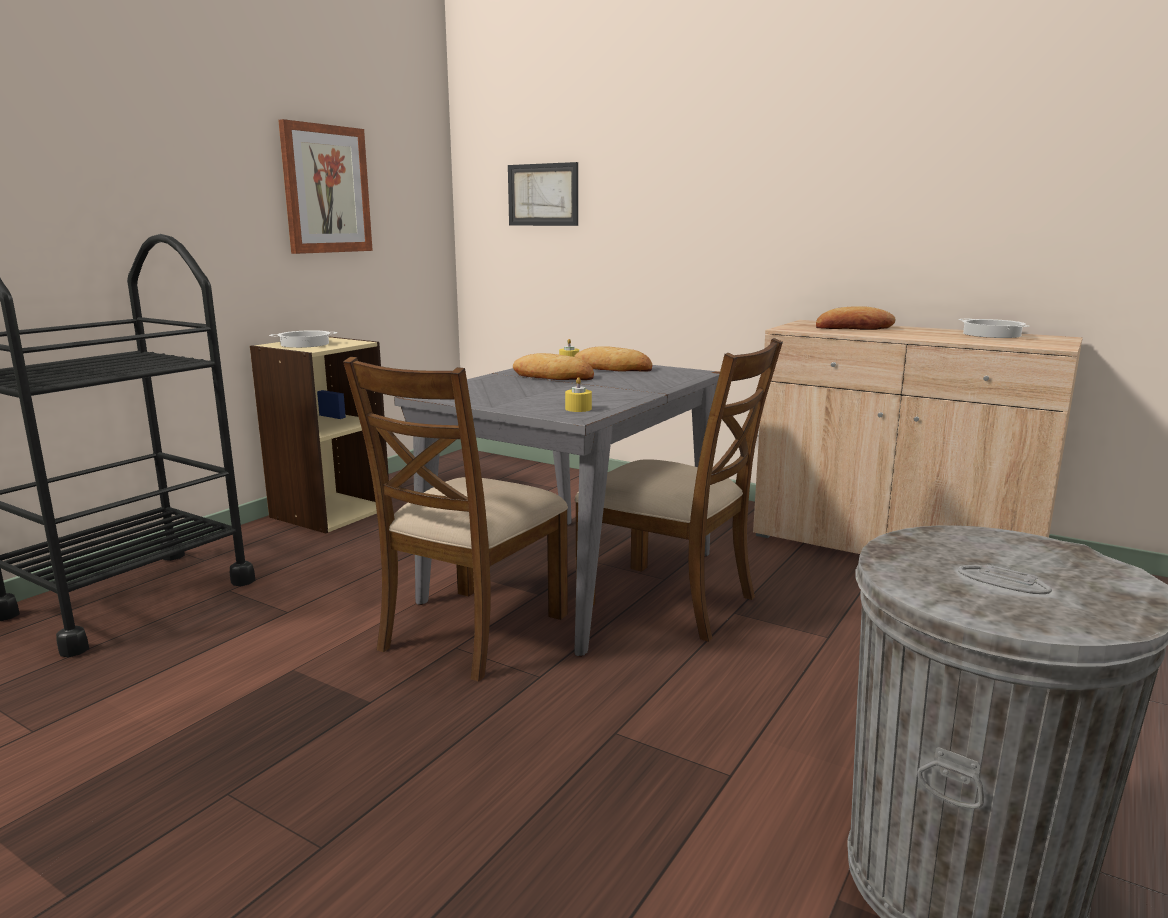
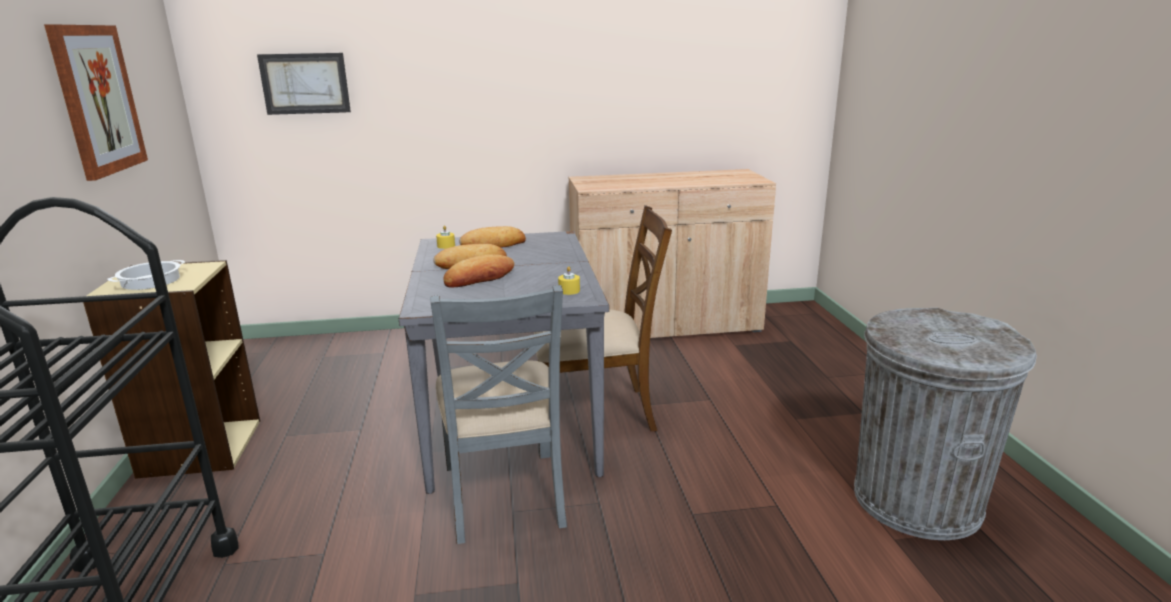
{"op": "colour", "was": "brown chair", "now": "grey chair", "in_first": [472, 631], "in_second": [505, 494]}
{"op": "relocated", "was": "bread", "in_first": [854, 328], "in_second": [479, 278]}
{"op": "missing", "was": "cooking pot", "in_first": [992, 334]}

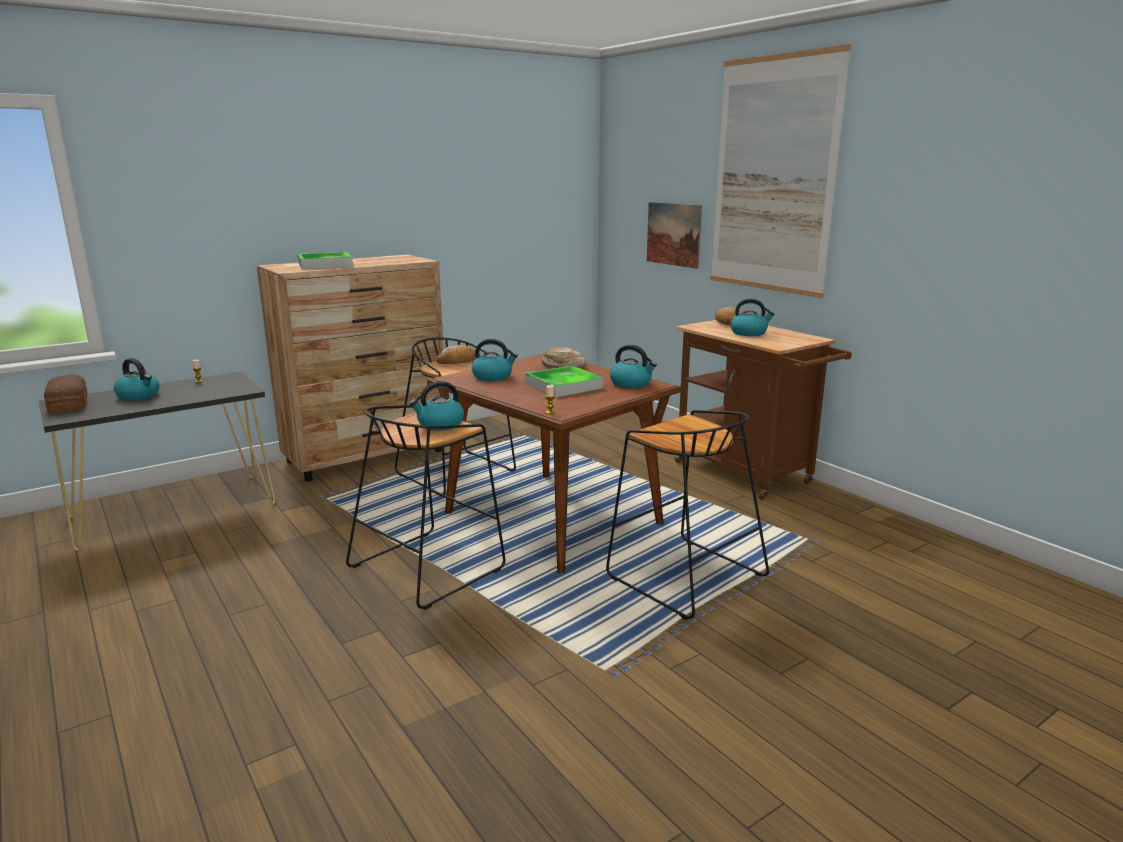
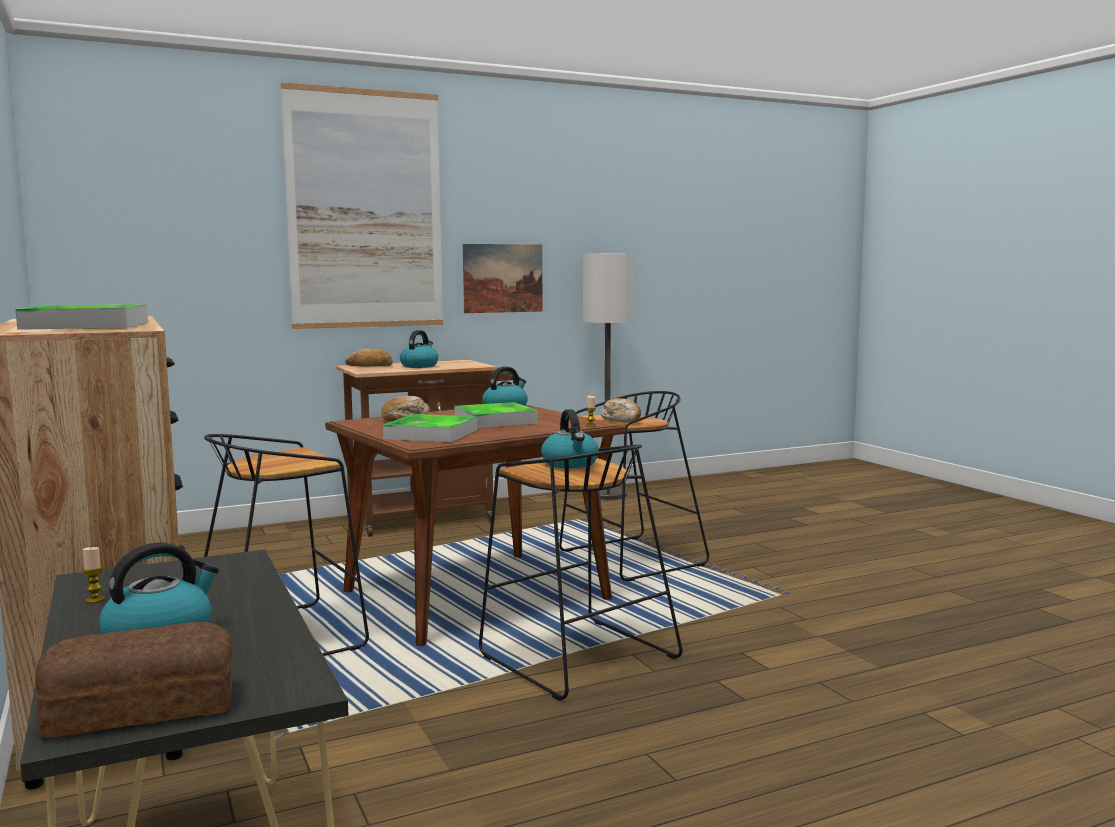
{"op": "relocated", "was": "bread", "in_first": [457, 362], "in_second": [622, 420]}
{"op": "exchanged", "was": "kettle", "now": "tray", "in_first": [493, 377], "in_second": [431, 434]}
{"op": "relocated", "was": "picture", "in_first": [673, 234], "in_second": [503, 278]}
{"op": "appeared", "now": "floor lamp", "in_second": [607, 495]}

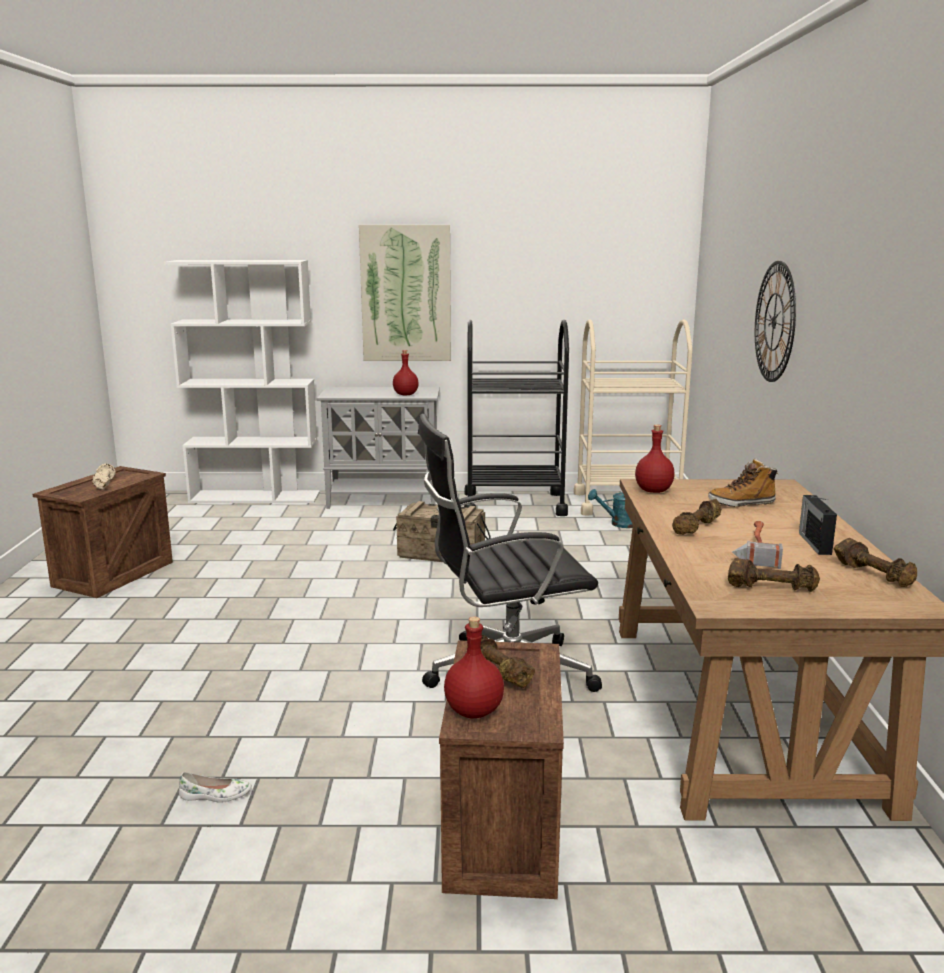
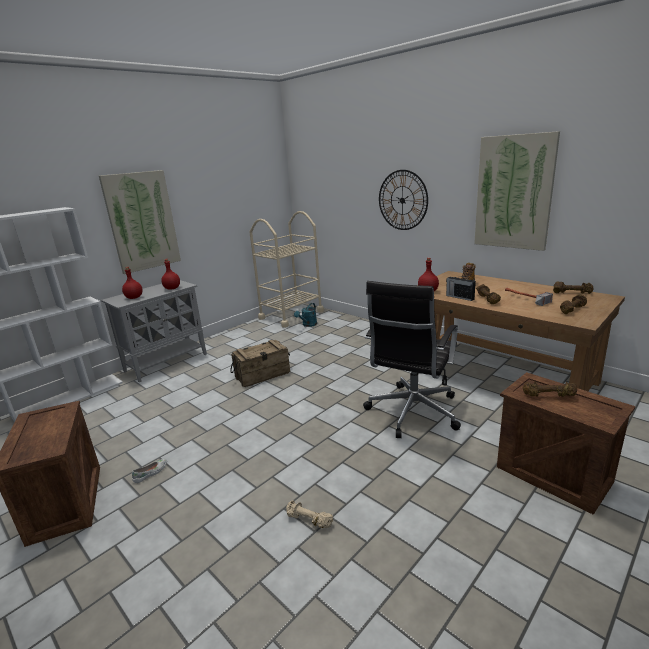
{"op": "relocated", "was": "beige dumbbell", "in_first": [104, 484], "in_second": [308, 520]}
{"op": "relocated", "was": "white shoe", "in_first": [215, 795], "in_second": [151, 473]}
{"op": "relocated", "was": "red bottle", "in_first": [474, 712], "in_second": [134, 298]}
{"op": "missing", "was": "black cart", "in_first": [514, 504]}
{"op": "relocated", "was": "radio", "in_first": [814, 543], "in_second": [459, 297]}
{"op": "appeared", "now": "picture", "in_second": [513, 193]}

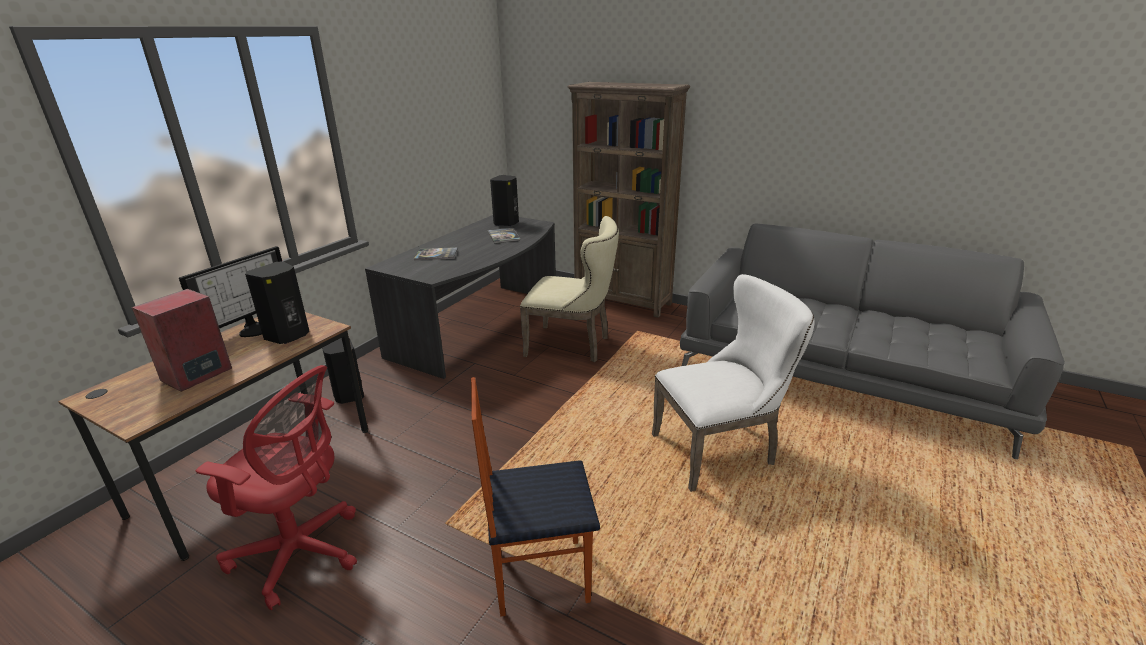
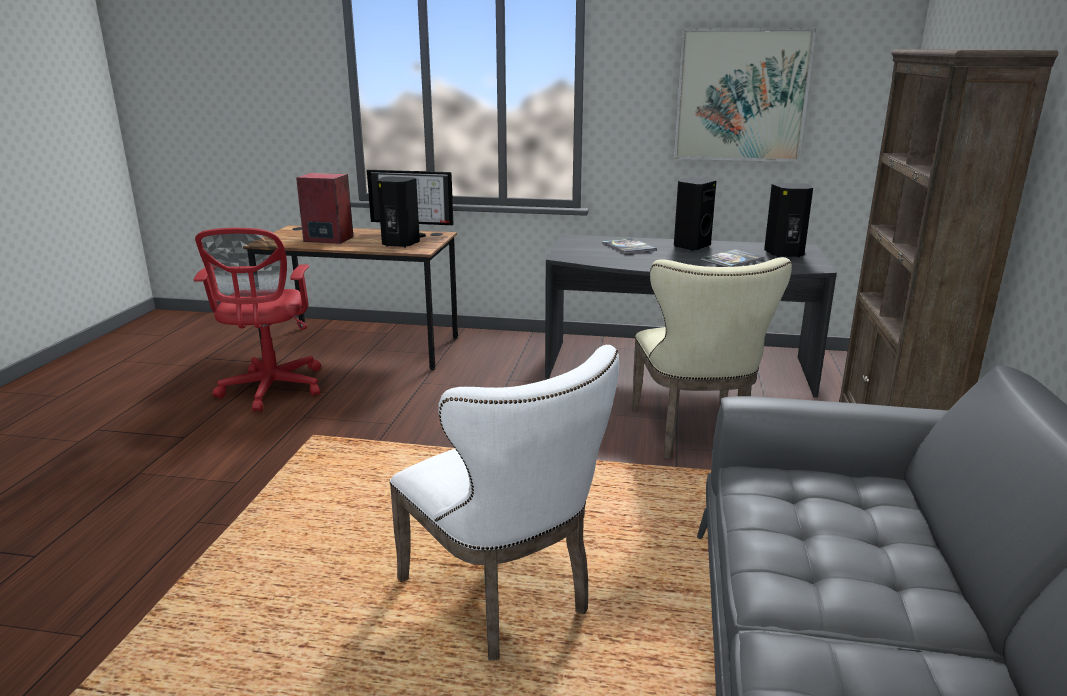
{"op": "relocated", "was": "black speaker", "in_first": [348, 396], "in_second": [690, 246]}
{"op": "missing", "was": "chair", "in_first": [540, 575]}
{"op": "appeared", "now": "picture", "in_second": [741, 95]}

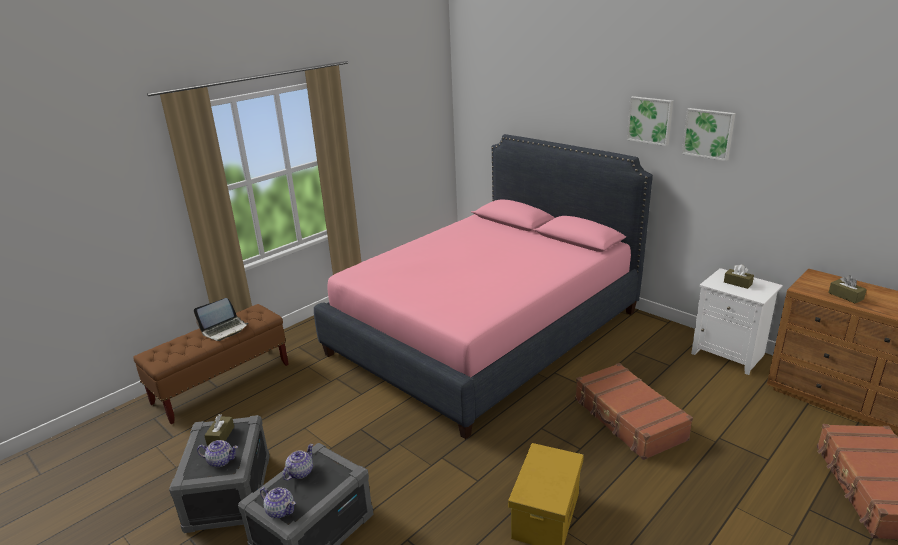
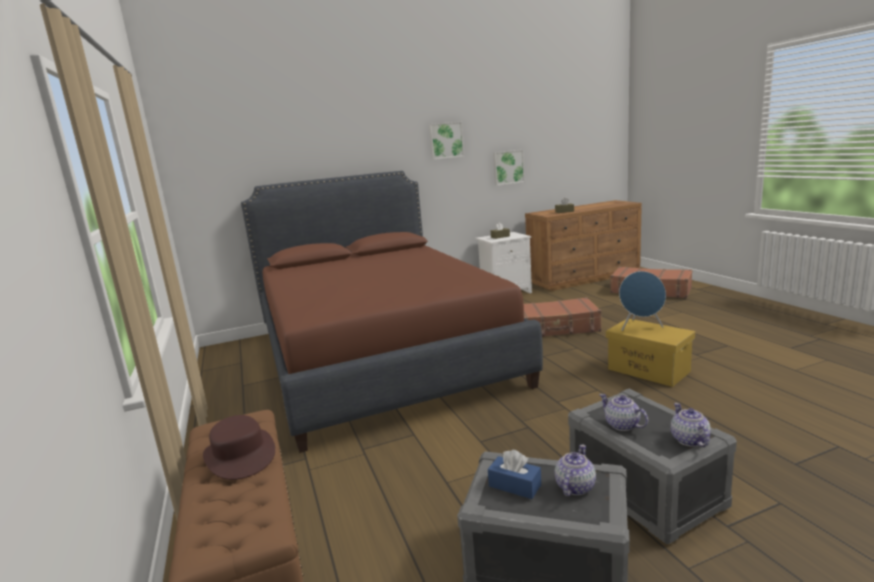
{"op": "exchanged", "was": "laptop", "now": "brown hat", "in_first": [224, 329], "in_second": [240, 455]}
{"op": "colour", "was": "brown tissue box", "now": "blue tissue box", "in_first": [221, 436], "in_second": [514, 485]}
{"op": "spun", "was": "teapot", "in_first": [280, 510], "in_second": [689, 440], "clockwise": -60}
{"op": "colour", "was": "pink bed", "now": "brown bed", "in_first": [486, 332], "in_second": [380, 356]}
{"op": "relocated", "was": "picture", "in_first": [650, 120], "in_second": [508, 167]}
{"op": "appeared", "now": "blue speaker", "in_second": [641, 327]}

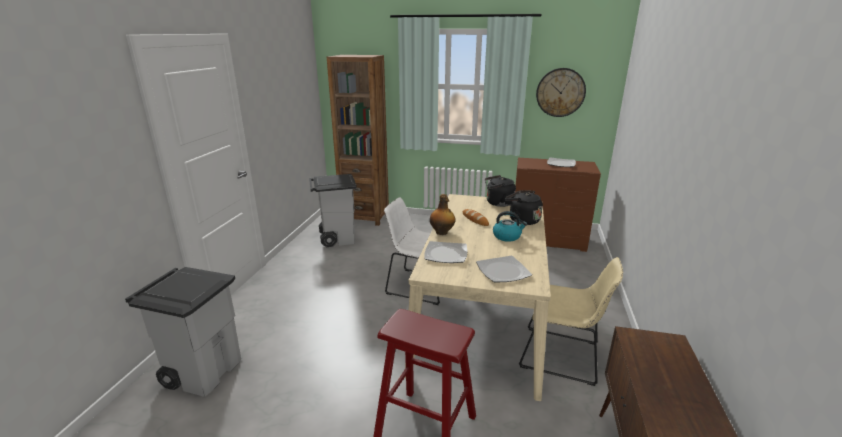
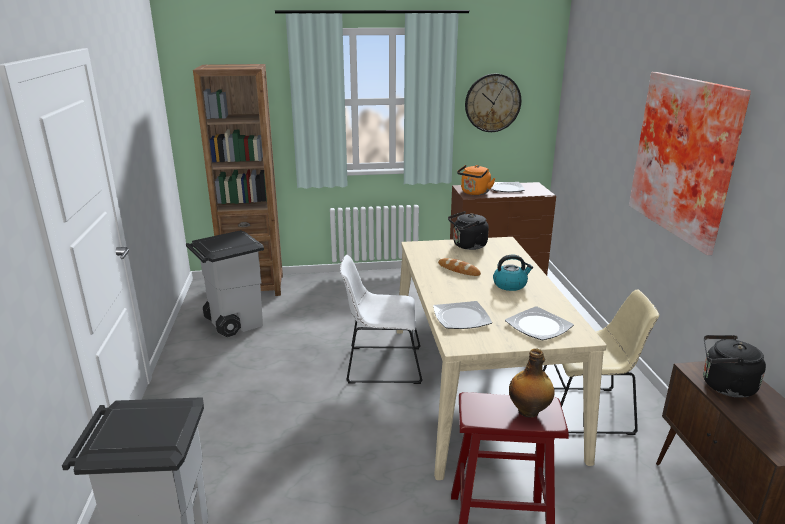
{"op": "relocated", "was": "bottle", "in_first": [442, 232], "in_second": [529, 411]}
{"op": "relocated", "was": "black kettle", "in_first": [522, 220], "in_second": [724, 386]}
{"op": "appeared", "now": "orange kettle", "in_second": [474, 193]}
{"op": "appeared", "now": "picture", "in_second": [687, 157]}

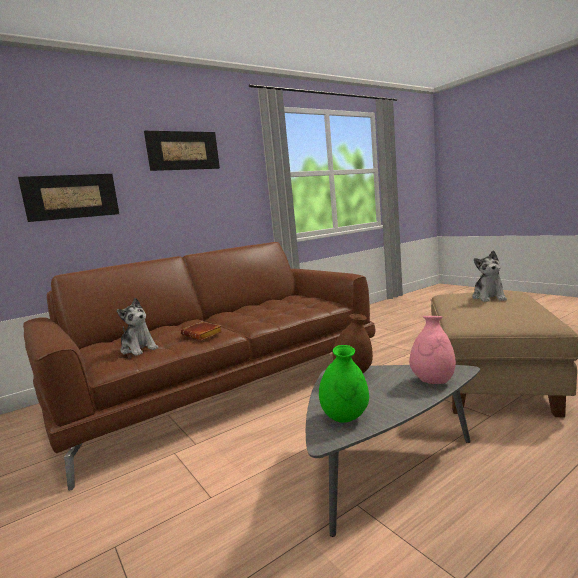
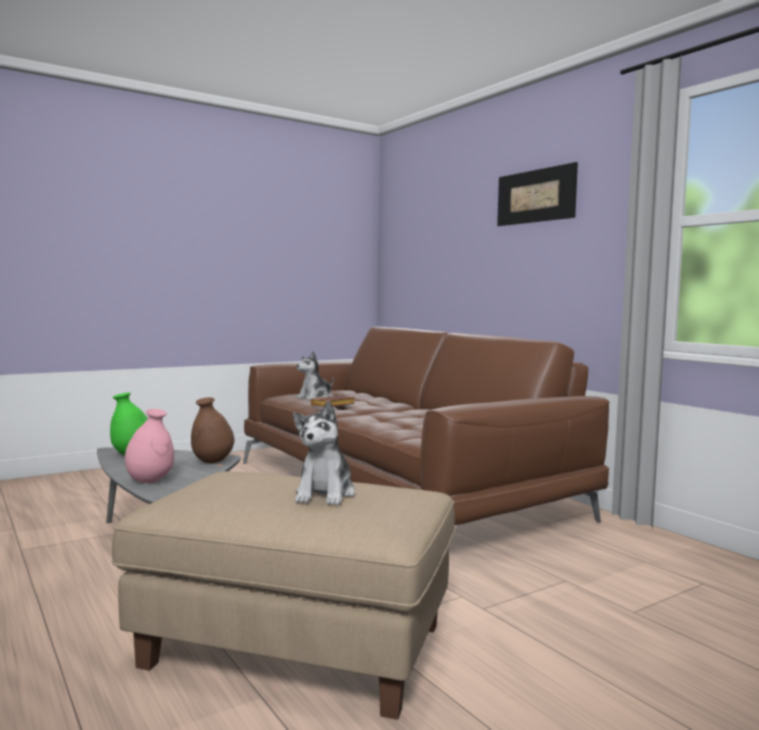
{"op": "missing", "was": "picture", "in_first": [71, 196]}
{"op": "spun", "was": "plush toy", "in_first": [489, 297], "in_second": [325, 494], "clockwise": -90}

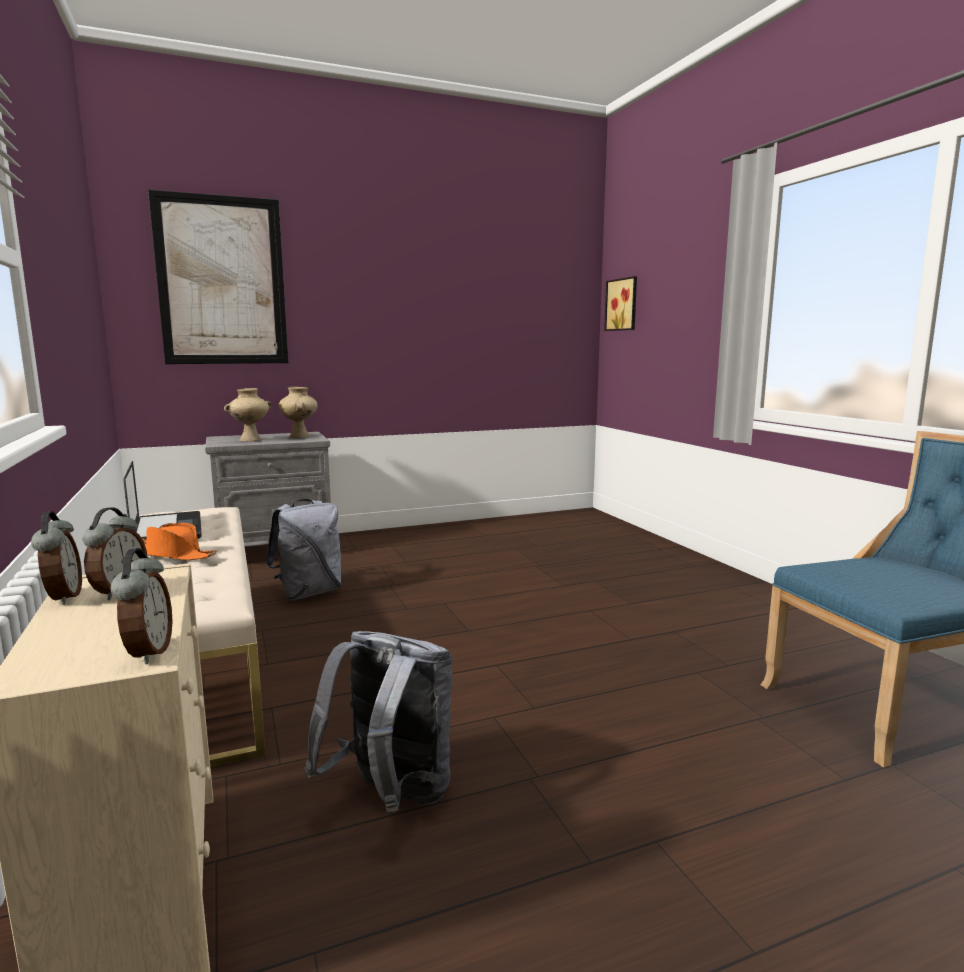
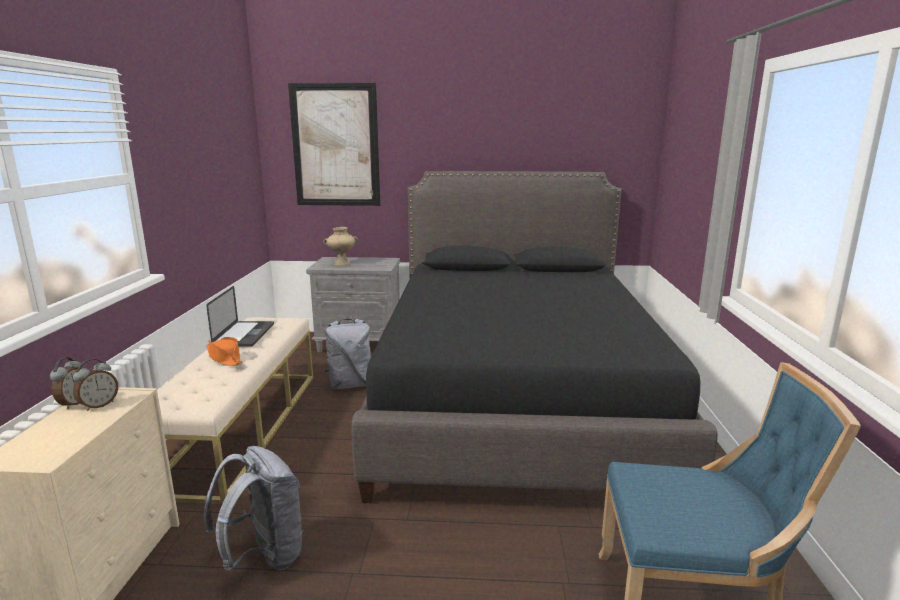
{"op": "missing", "was": "alarm clock", "in_first": [147, 653]}
{"op": "missing", "was": "beige vase", "in_first": [300, 436]}
{"op": "missing", "was": "picture", "in_first": [623, 304]}
{"op": "appeared", "now": "black bed", "in_second": [515, 399]}

